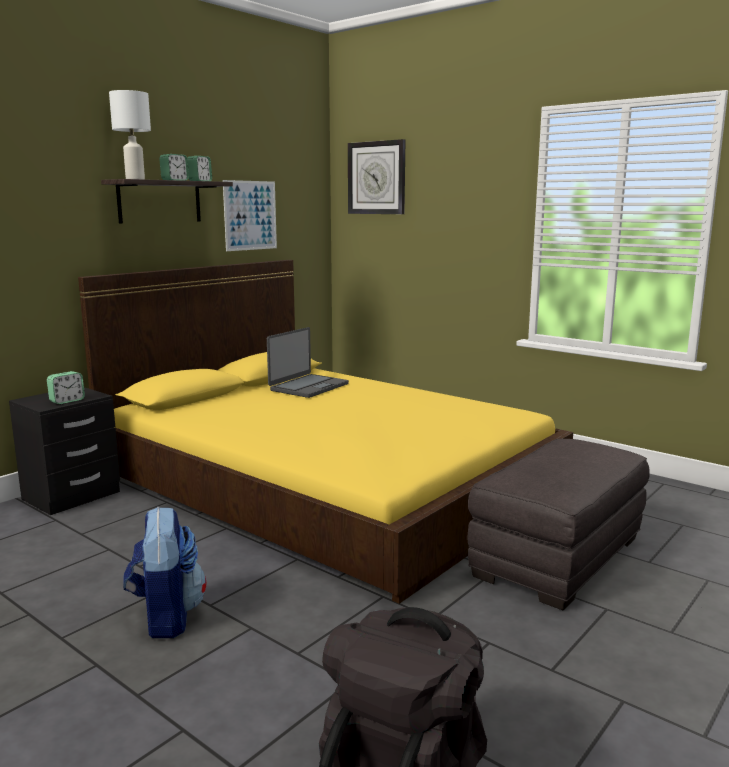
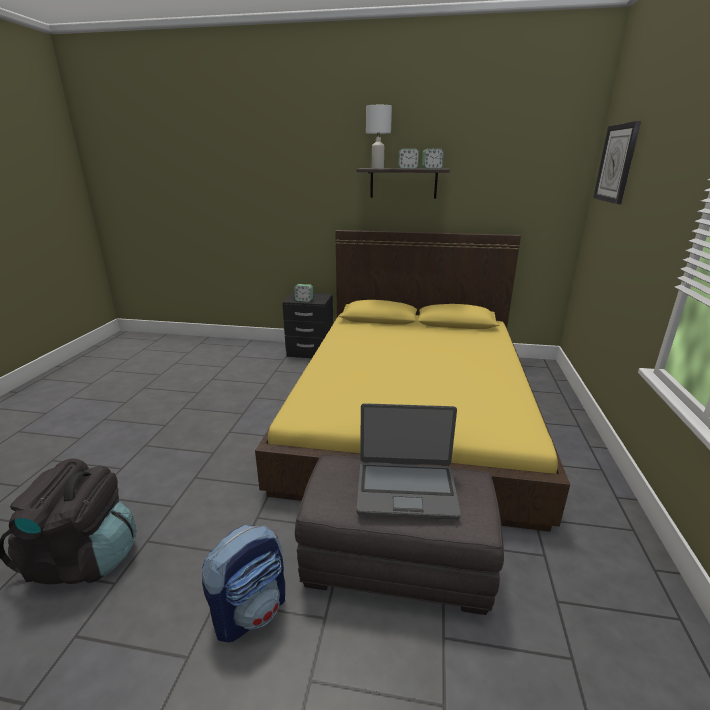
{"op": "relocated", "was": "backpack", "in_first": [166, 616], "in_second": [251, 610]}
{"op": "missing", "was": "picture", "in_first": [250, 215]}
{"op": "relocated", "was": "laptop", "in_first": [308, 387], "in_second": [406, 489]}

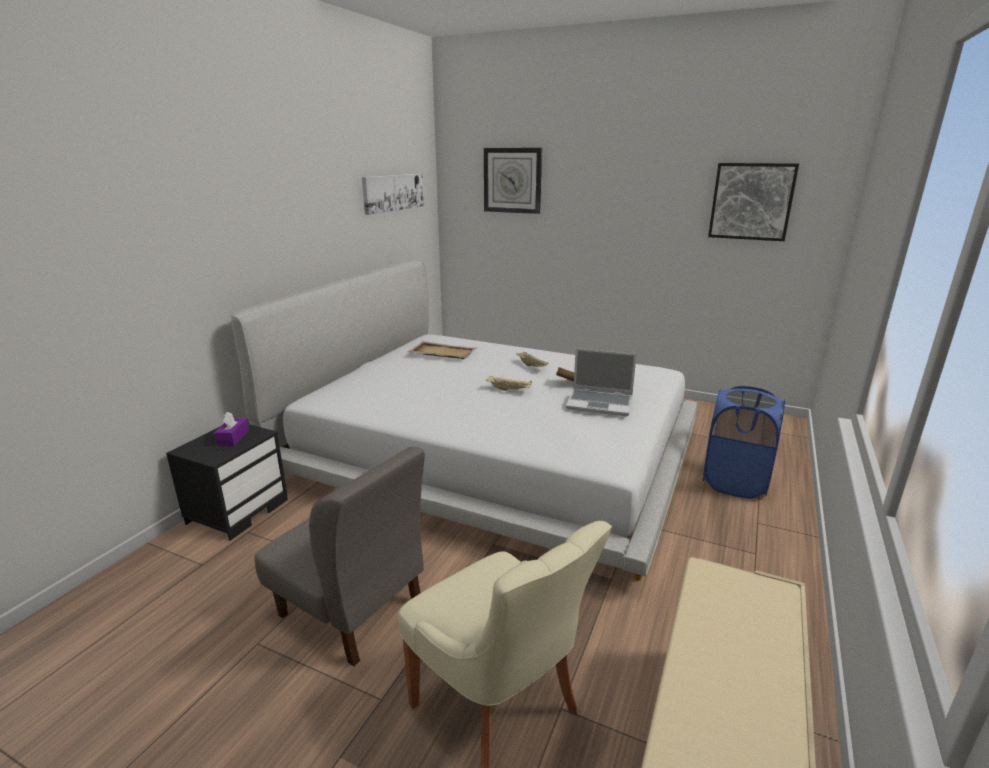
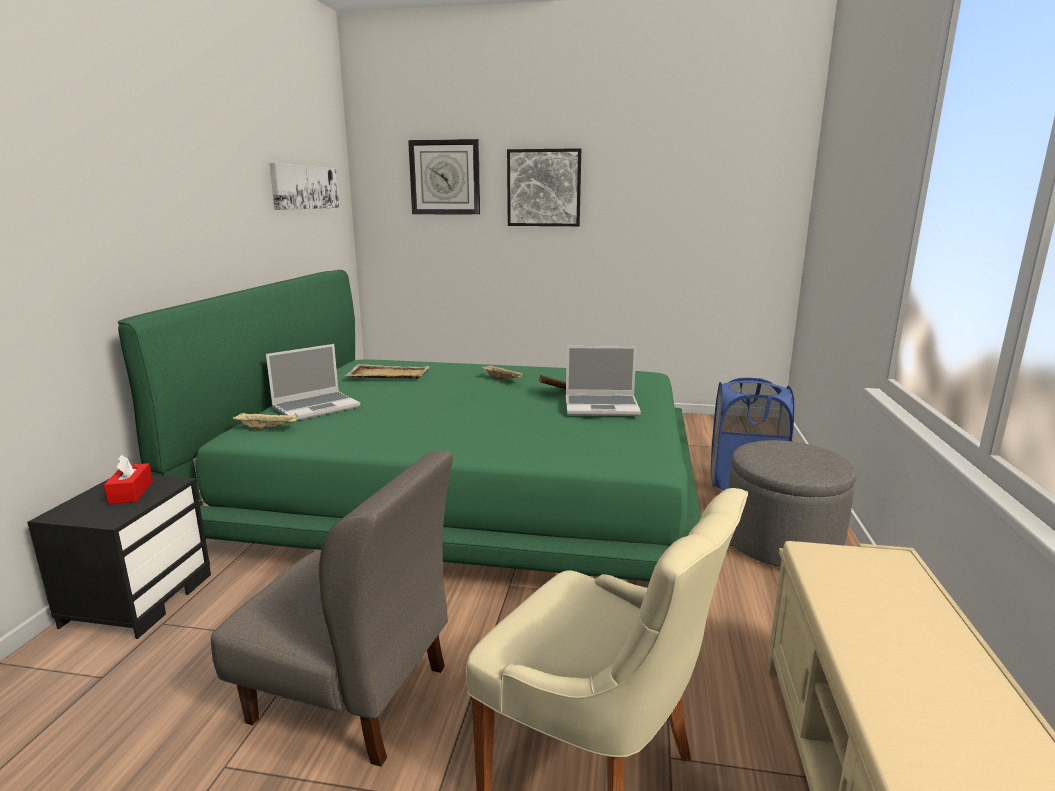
{"op": "colour", "was": "purple tissue box", "now": "red tissue box", "in_first": [233, 438], "in_second": [131, 492]}
{"op": "colour", "was": "white bed", "now": "green bed", "in_first": [492, 454], "in_second": [467, 489]}
{"op": "relocated", "was": "beige tray", "in_first": [510, 389], "in_second": [268, 428]}
{"op": "relocated", "was": "picture", "in_first": [751, 201], "in_second": [544, 188]}
{"op": "appeared", "now": "laptop", "in_second": [316, 407]}
{"op": "appeared", "now": "grey ottoman", "in_second": [781, 542]}

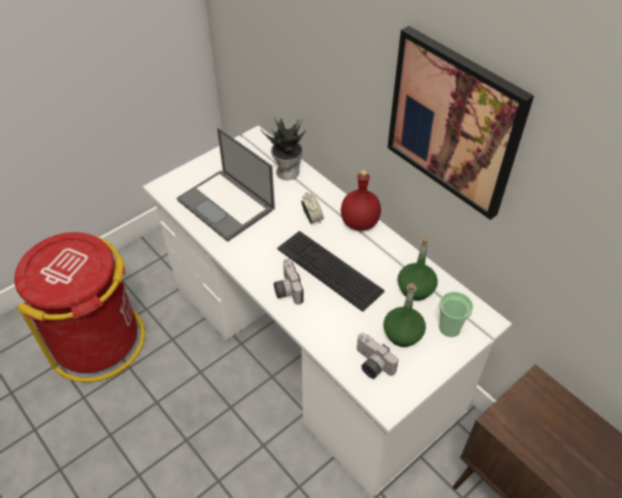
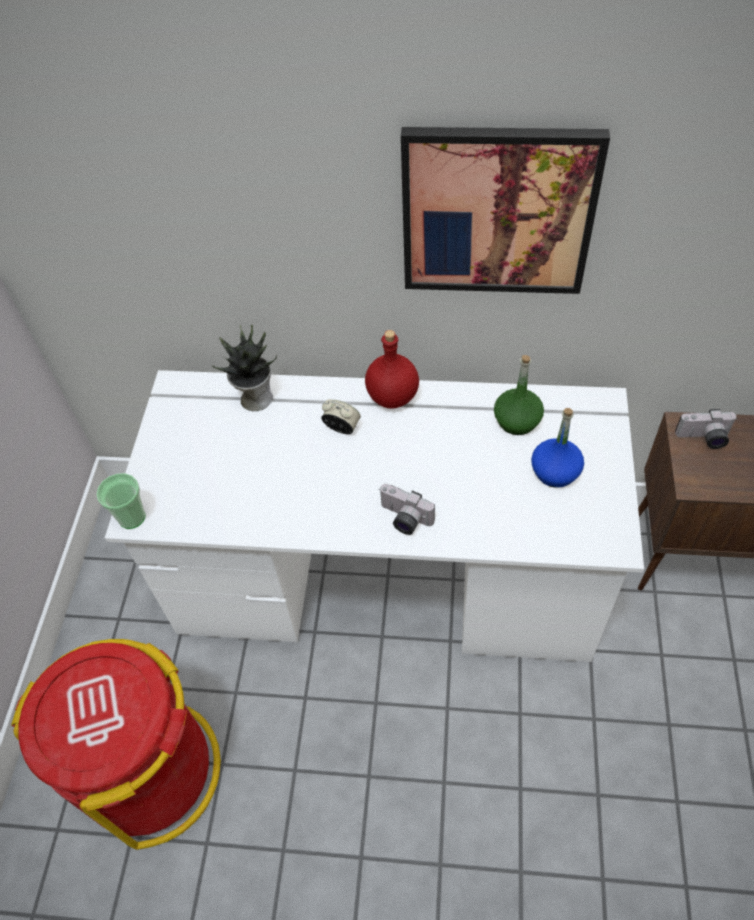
{"op": "missing", "was": "laptop", "in_first": [227, 205]}
{"op": "missing", "was": "keyboard", "in_first": [329, 269]}
{"op": "relocated", "was": "photo camera", "in_first": [371, 365], "in_second": [704, 439]}
{"op": "colour", "was": "green bottle", "now": "blue bottle", "in_first": [403, 334], "in_second": [555, 472]}
{"op": "relocated", "was": "cup", "in_first": [449, 327], "in_second": [132, 517]}

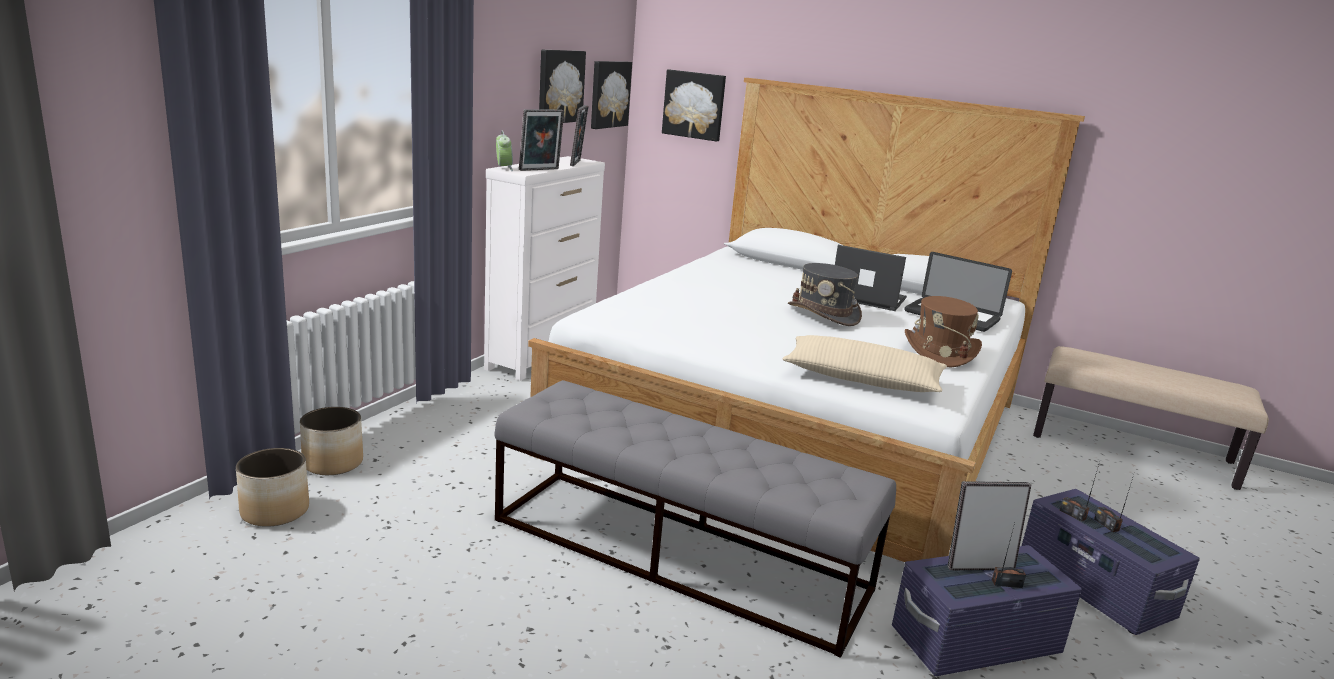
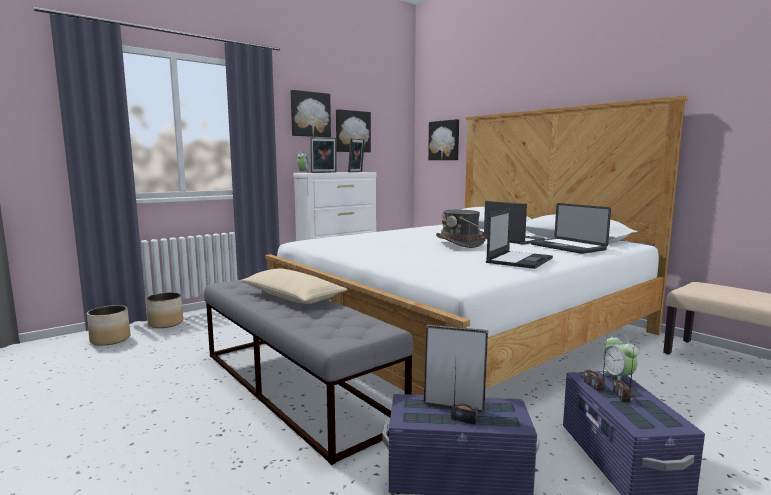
{"op": "relocated", "was": "picture", "in_first": [608, 94], "in_second": [310, 114]}
{"op": "relocated", "was": "beige pillow", "in_first": [862, 379], "in_second": [292, 297]}
{"op": "exchanged", "was": "brown hat", "now": "laptop", "in_first": [939, 352], "in_second": [519, 260]}
{"op": "appeared", "now": "alarm clock", "in_second": [617, 377]}

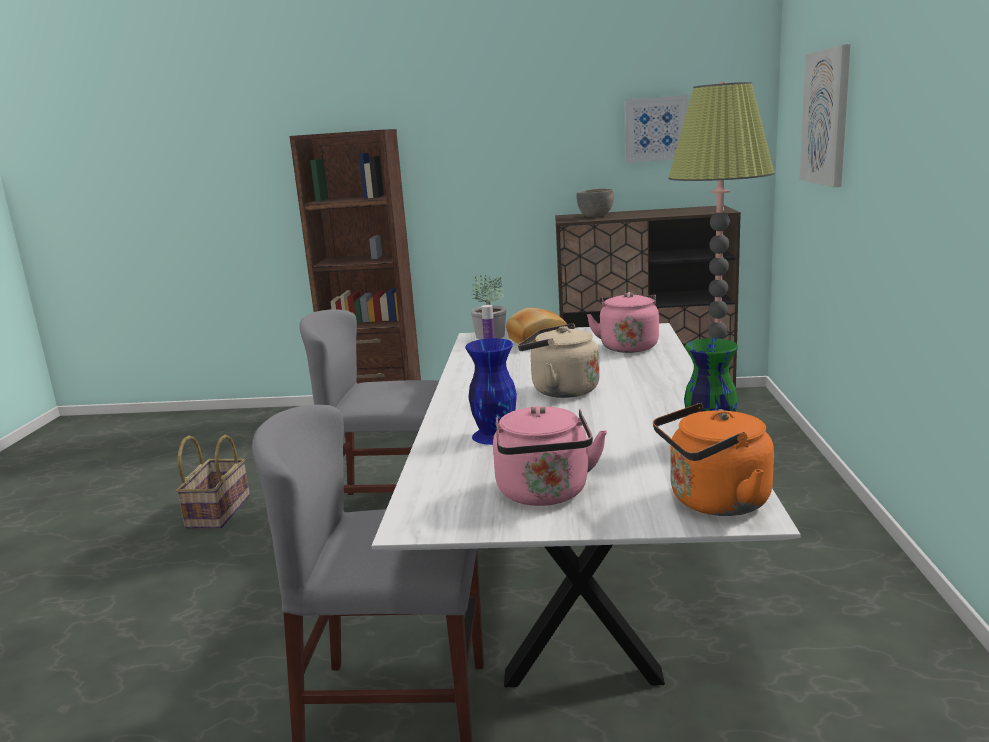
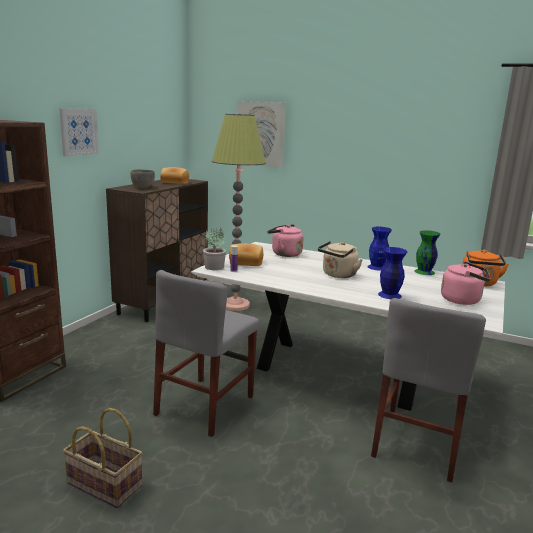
{"op": "relocated", "was": "picture", "in_first": [655, 129], "in_second": [78, 132]}
{"op": "appeared", "now": "bread", "in_second": [174, 183]}
{"op": "appeared", "now": "blue vase", "in_second": [377, 267]}

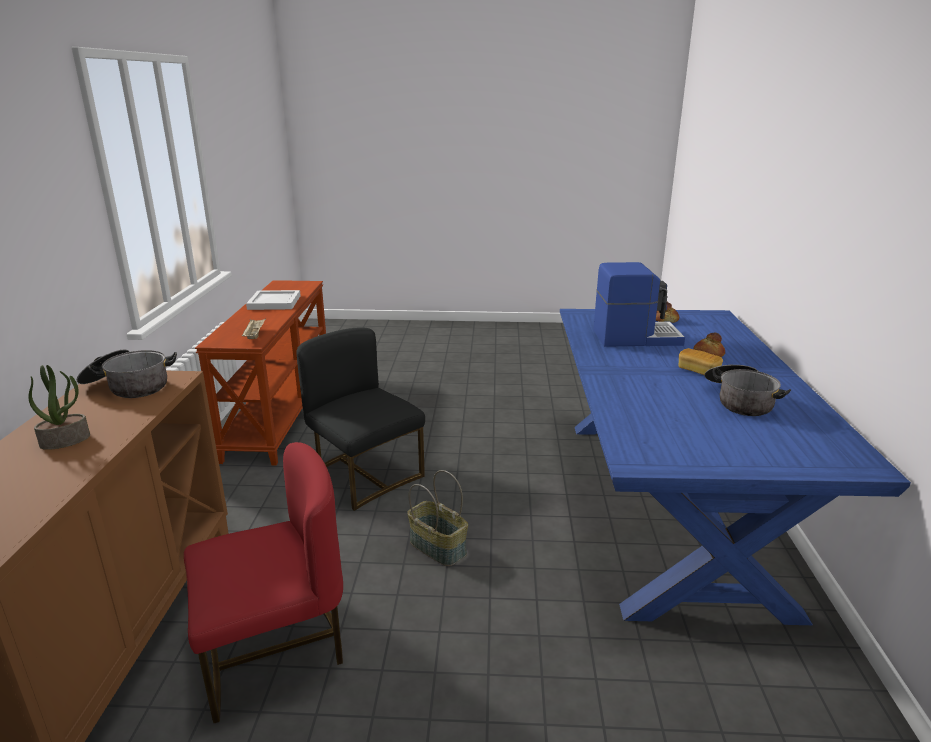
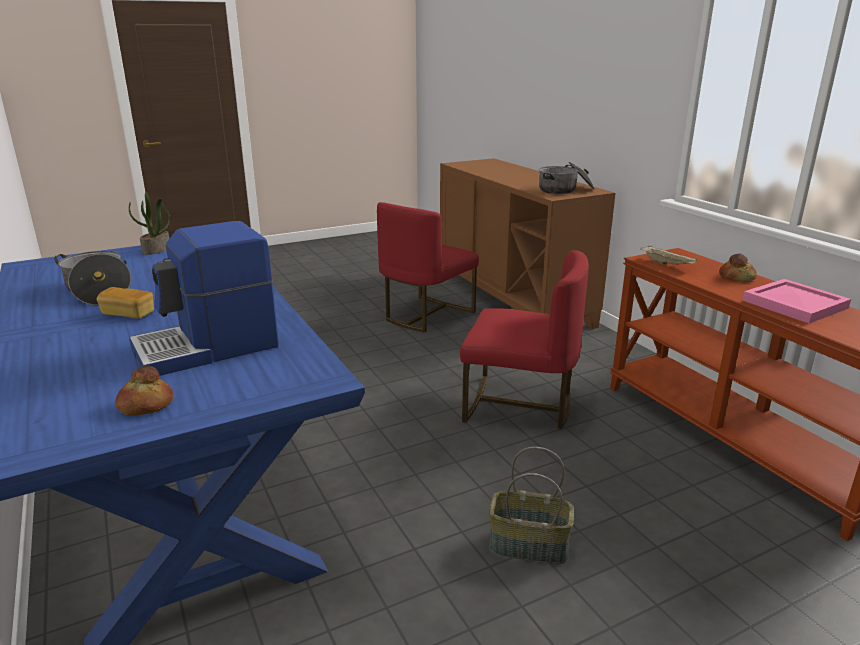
{"op": "relocated", "was": "potted plant", "in_first": [66, 440], "in_second": [156, 250]}
{"op": "colour", "was": "white tray", "now": "pink tray", "in_first": [273, 302], "in_second": [794, 303]}
{"op": "colour", "was": "black chair", "now": "red chair", "in_first": [365, 475], "in_second": [519, 405]}
{"op": "relocated", "was": "basket", "in_first": [439, 547], "in_second": [527, 546]}
{"op": "relocated", "was": "bread", "in_first": [708, 354], "in_second": [736, 277]}

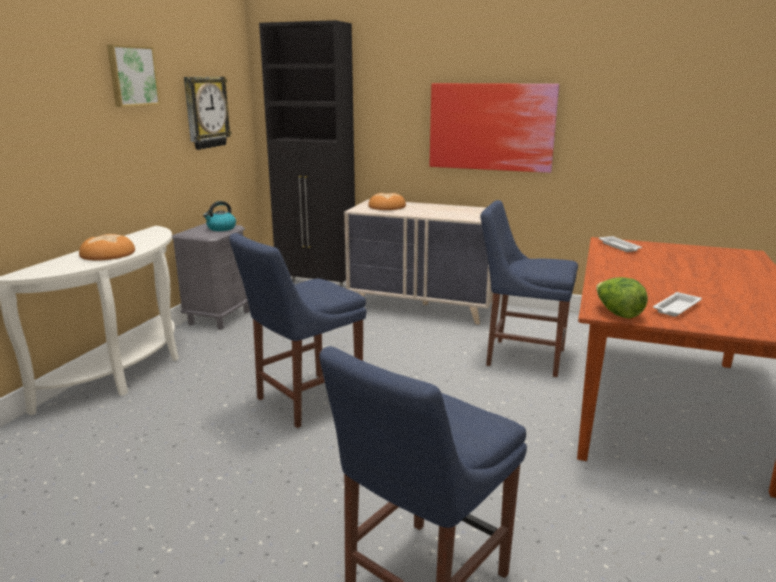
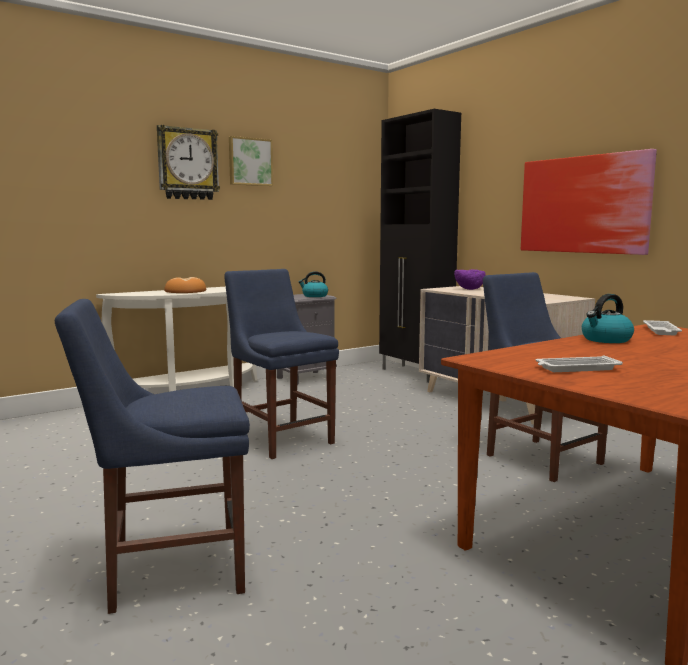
{"op": "relocated", "was": "wall clock", "in_first": [205, 112], "in_second": [187, 164]}
{"op": "spun", "was": "blue chair", "in_first": [304, 400], "in_second": [281, 438], "clockwise": 60}
{"op": "exchanged", "was": "bread", "now": "purple bowl", "in_first": [387, 207], "in_second": [469, 289]}
{"op": "missing", "was": "lettuce", "in_first": [617, 313]}
{"op": "appeared", "now": "kettle", "in_second": [606, 340]}

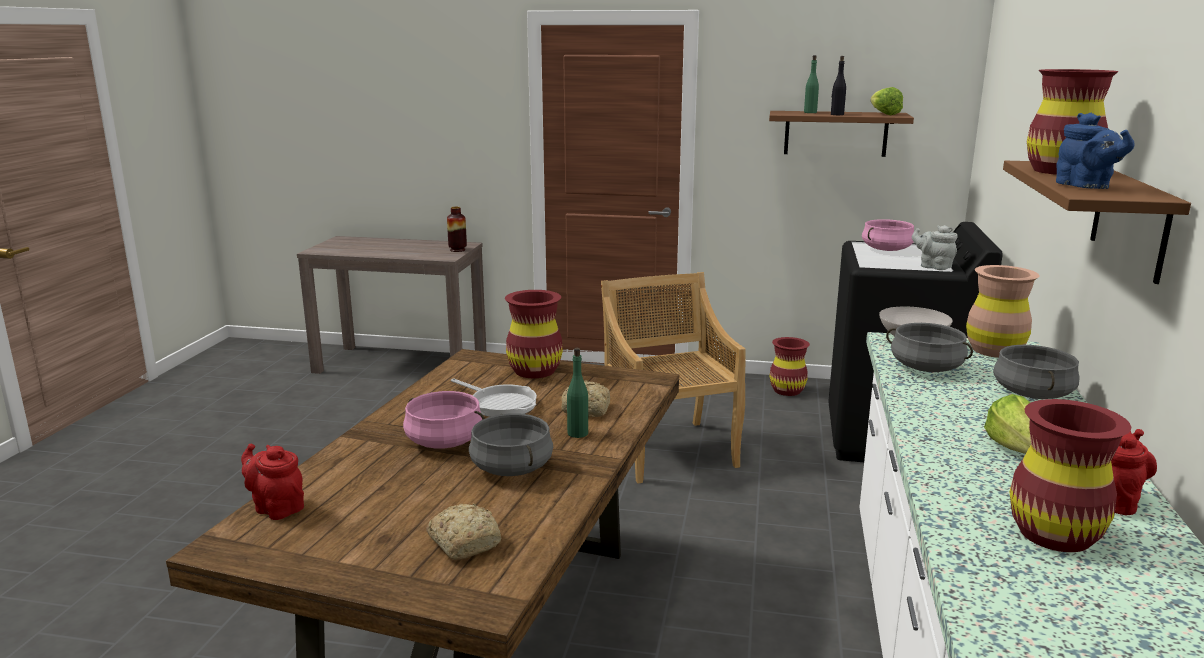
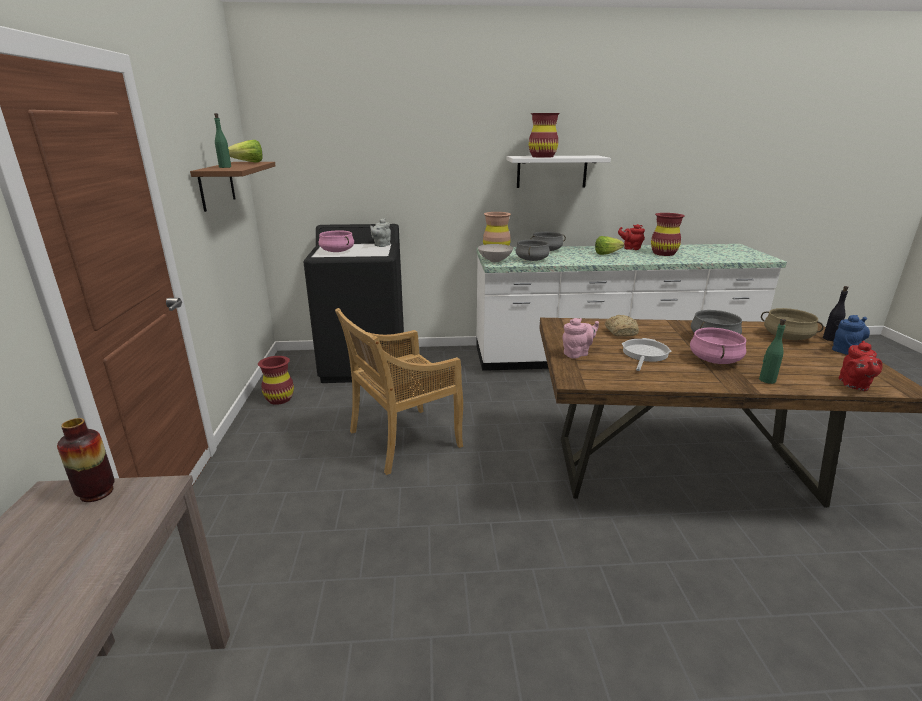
{"op": "exchanged", "was": "bread", "now": "beige cooking pot", "in_first": [465, 542], "in_second": [787, 337]}
{"op": "exchanged", "was": "red vase", "now": "pink teapot", "in_first": [534, 371], "in_second": [577, 354]}
{"op": "relocated", "was": "green bottle", "in_first": [578, 433], "in_second": [767, 380]}
{"op": "relocated", "was": "black bottle", "in_first": [837, 114], "in_second": [830, 339]}
{"op": "colour", "was": "brown shelf", "now": "white shelf", "in_first": [1130, 220], "in_second": [551, 171]}
{"op": "relocated", "was": "blue teapot", "in_first": [1085, 186], "in_second": [845, 350]}

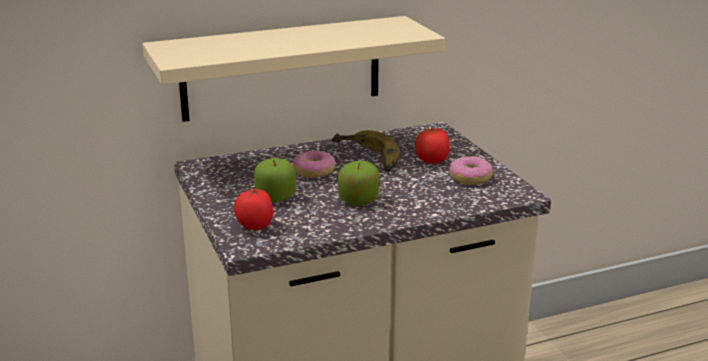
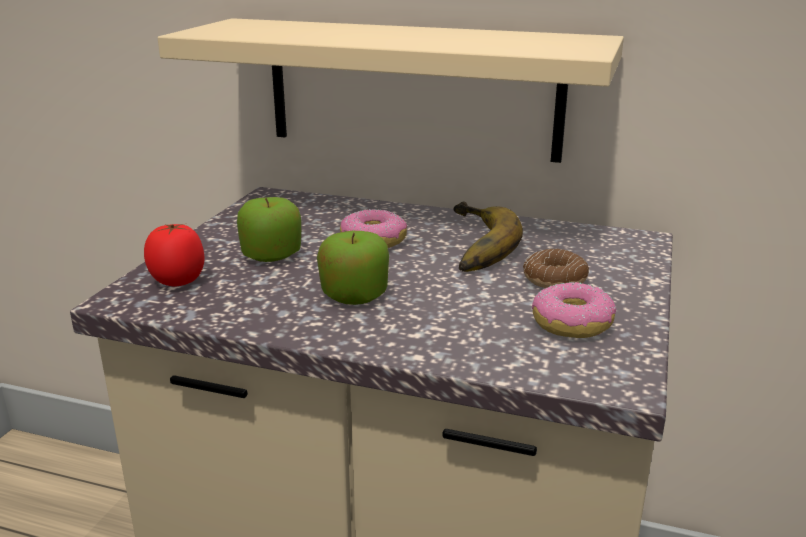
{"op": "exchanged", "was": "tomato", "now": "donut", "in_first": [432, 161], "in_second": [554, 279]}

